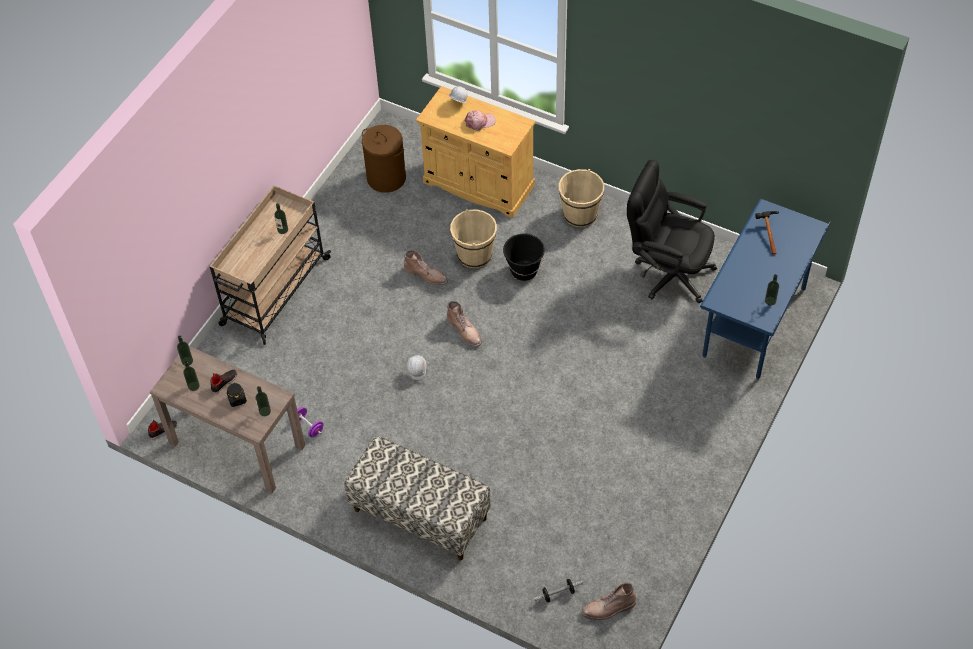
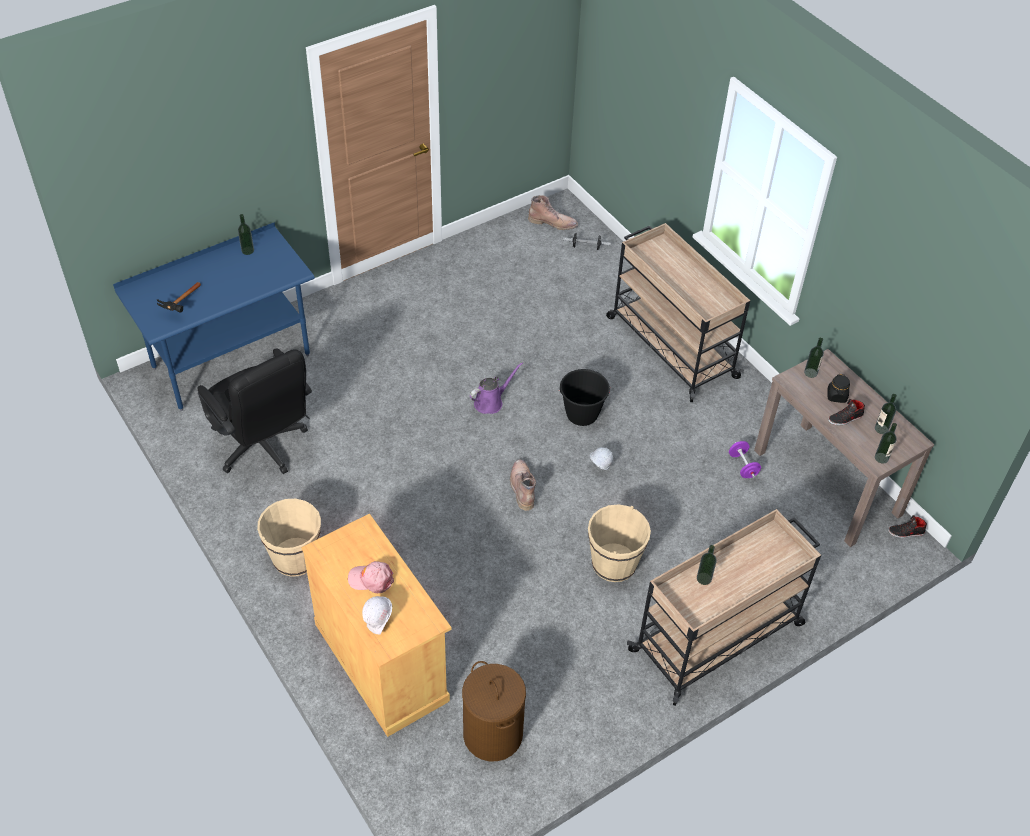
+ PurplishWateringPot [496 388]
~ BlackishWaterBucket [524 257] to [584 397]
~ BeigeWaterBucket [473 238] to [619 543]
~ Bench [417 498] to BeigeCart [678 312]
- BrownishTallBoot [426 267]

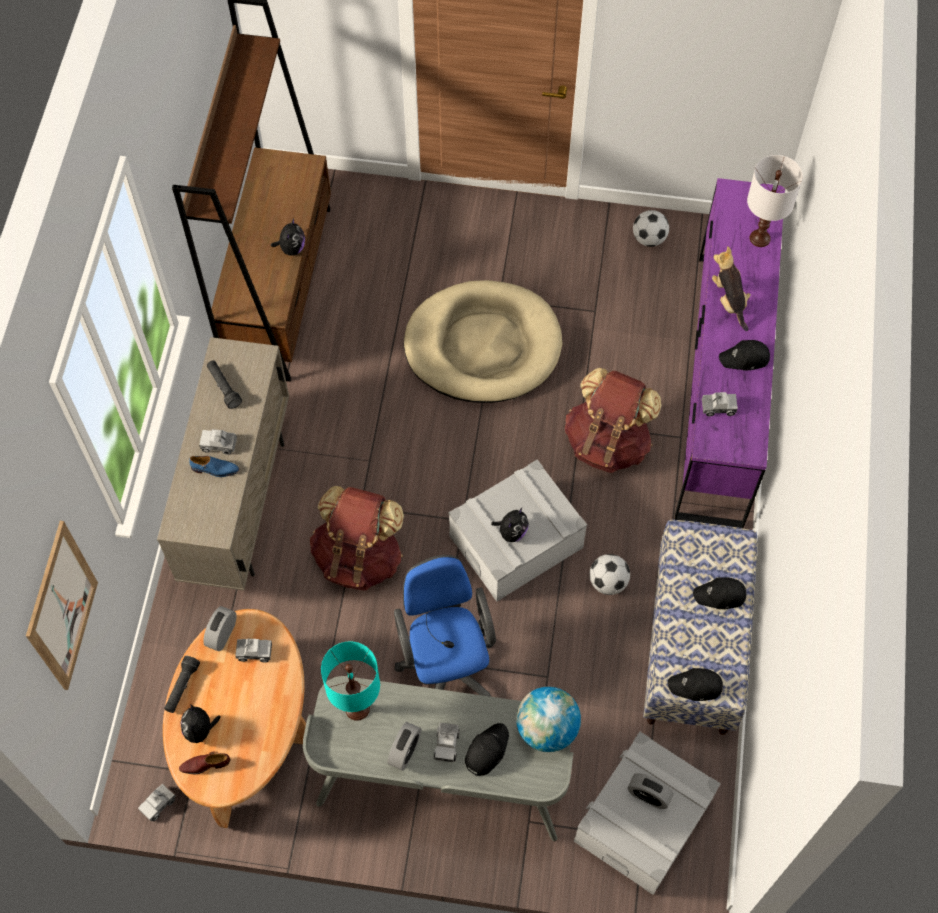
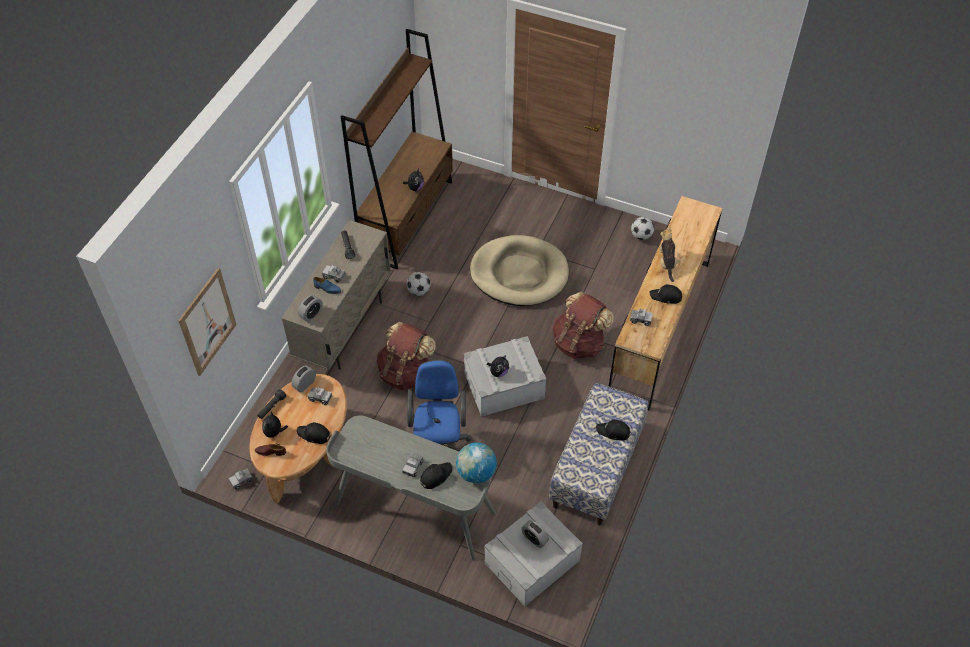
~ BlackishPeakedCap [695 684] to [314 433]
~ AlarmClock [404 746] to [310 308]
~ BallForFootball [609 574] to [419 284]
~ PurplishChestOfDrawers [730 353] to BrownishChestOfDrawers [666 303]
- TurquoiseColouredTabletopLamp [350 681]
- WhiteColouredTabletopLamp [775 201]

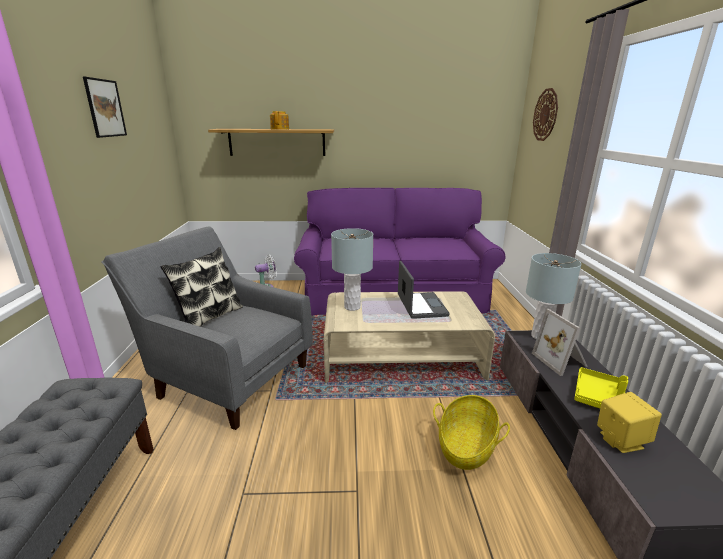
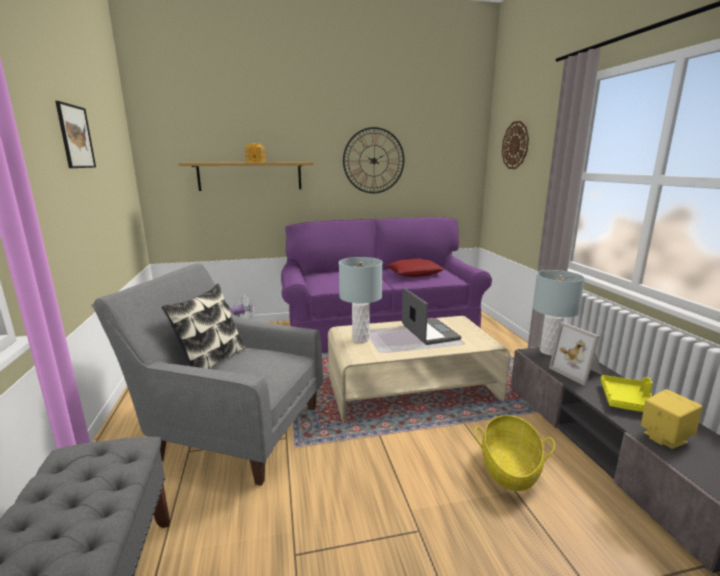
+ ClockOnTheWall [373 160]
+ RedColouredThrowPillow [415 267]

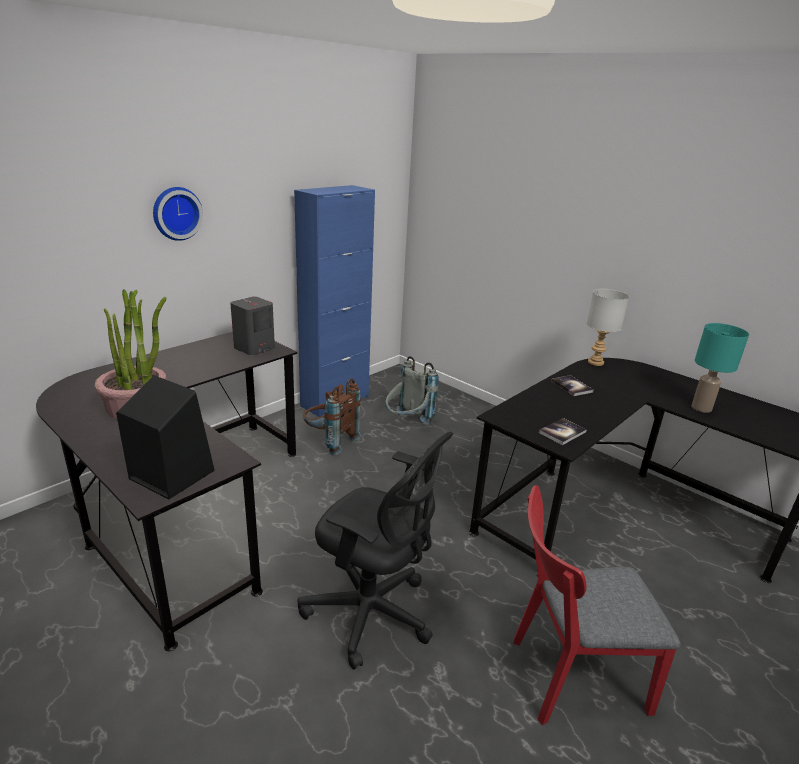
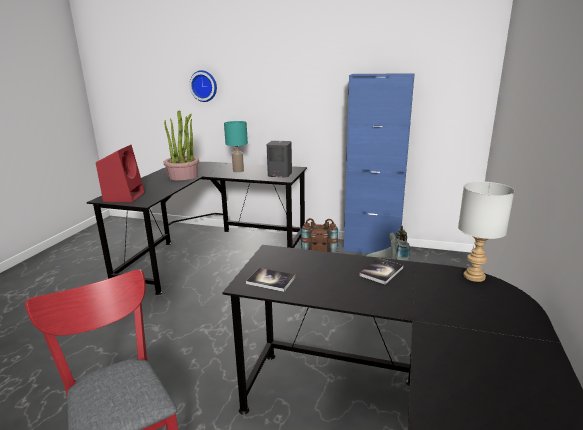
~ BlackishAudioSpeaker [165 437] to RedColouredAudioSpeaker [120 173]
~ ClockOnTheWall [178 214] to [203 86]
~ TurquoiseColouredTabletopLamp [720 368] to [236 147]
- BlackishOfficeChair [375 551]

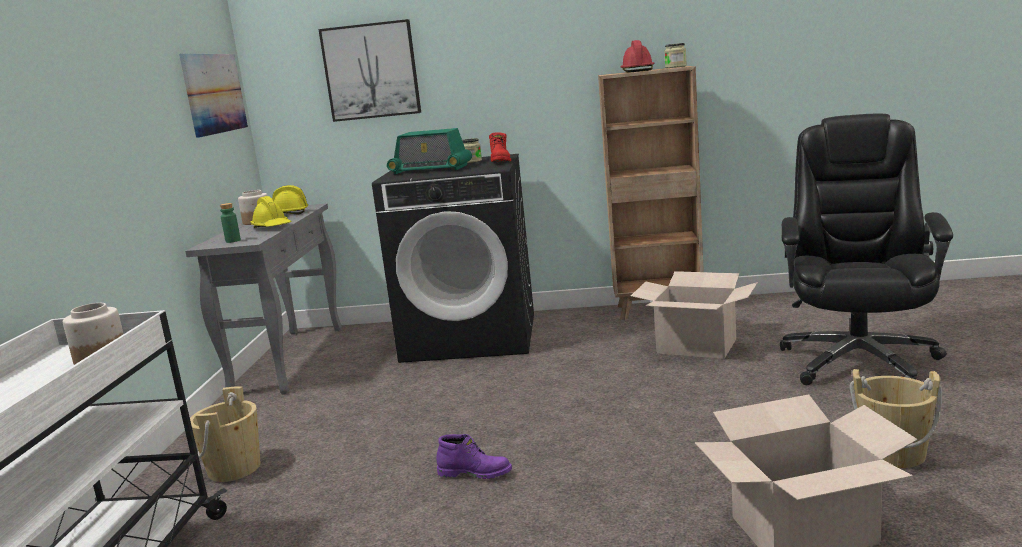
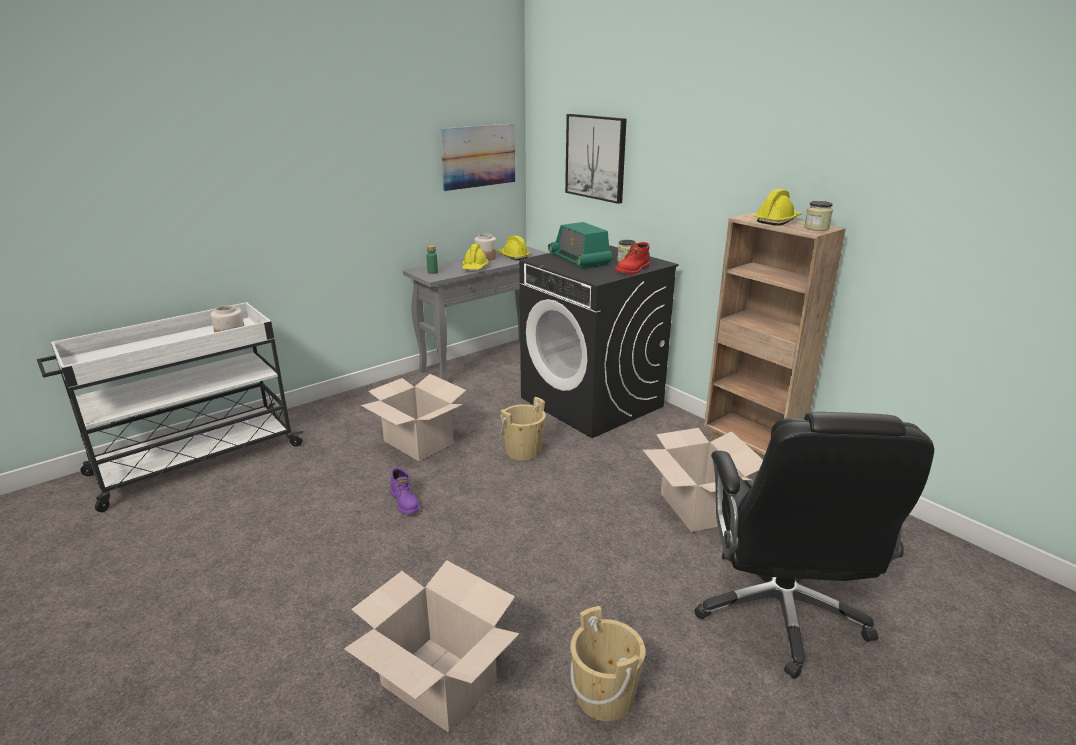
+ Carton [413 417]
~ BeigeWaterBucket [225 434] to [523 428]
~ BlackishOfficeChair [866 249] = [814 545] 120 degrees clockwise
~ RedColouredHardHat [637 56] to YellowishHardHat [778 207]

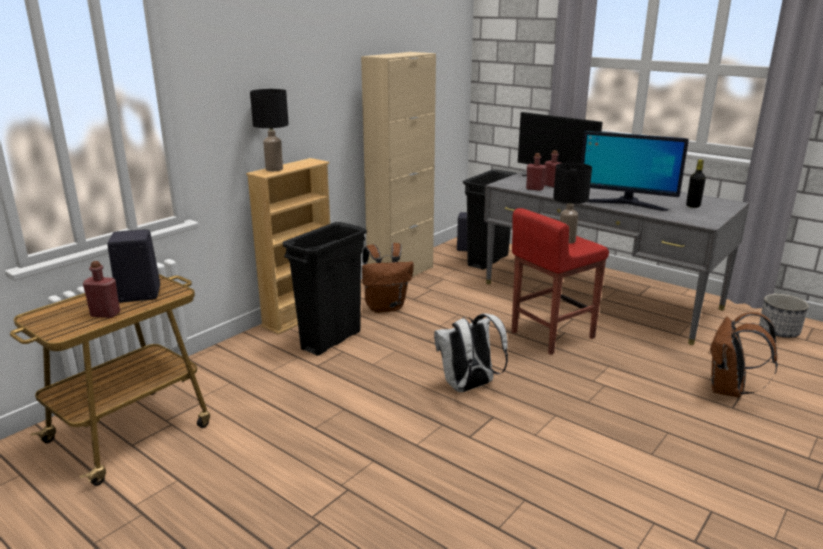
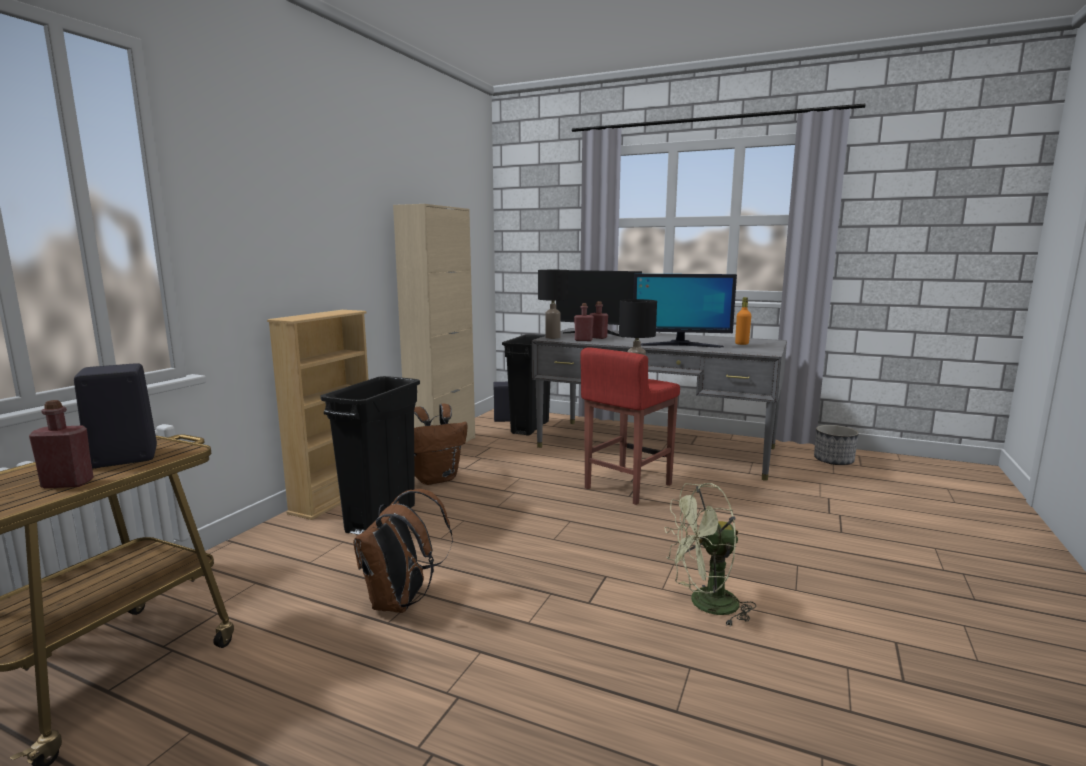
~ BrownishRucksack [743 355] to [403 551]
~ BlackishTabletopLamp [269 130] to [553 304]
+ GreenishCoolingFan [710 554]
~ BlackishBeverageBottle [696 183] to OrangeyBeverageBottle [743 321]
- WhiteColouredRucksack [471 352]

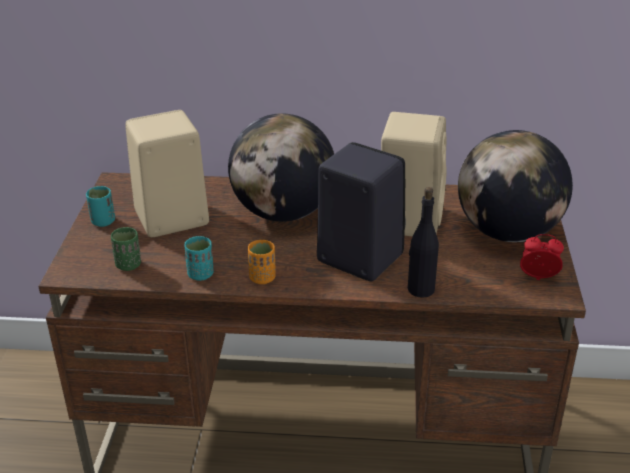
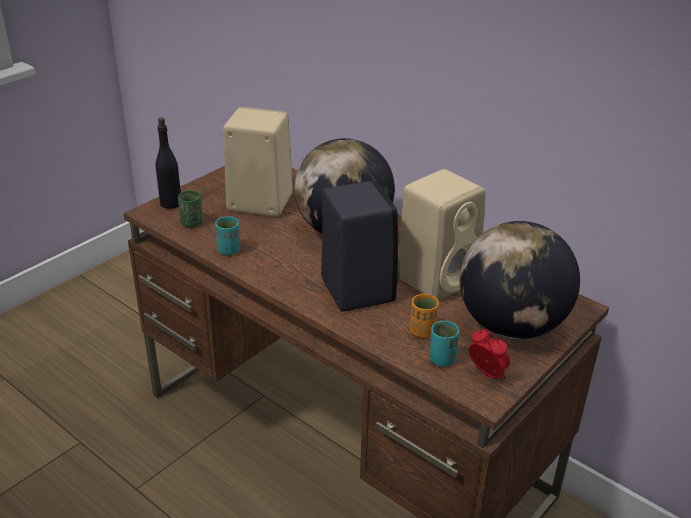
~ BlackishBeverageBottle [423 242] to [168 163]
~ OrangeyCup [262 262] to [424 316]
~ TurquoiseColouredCup [100 206] to [444 344]

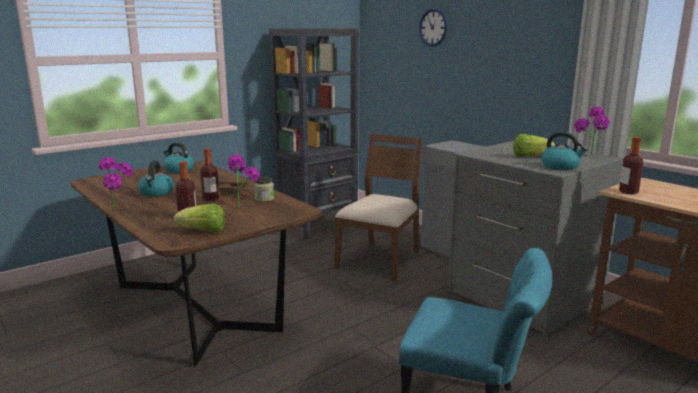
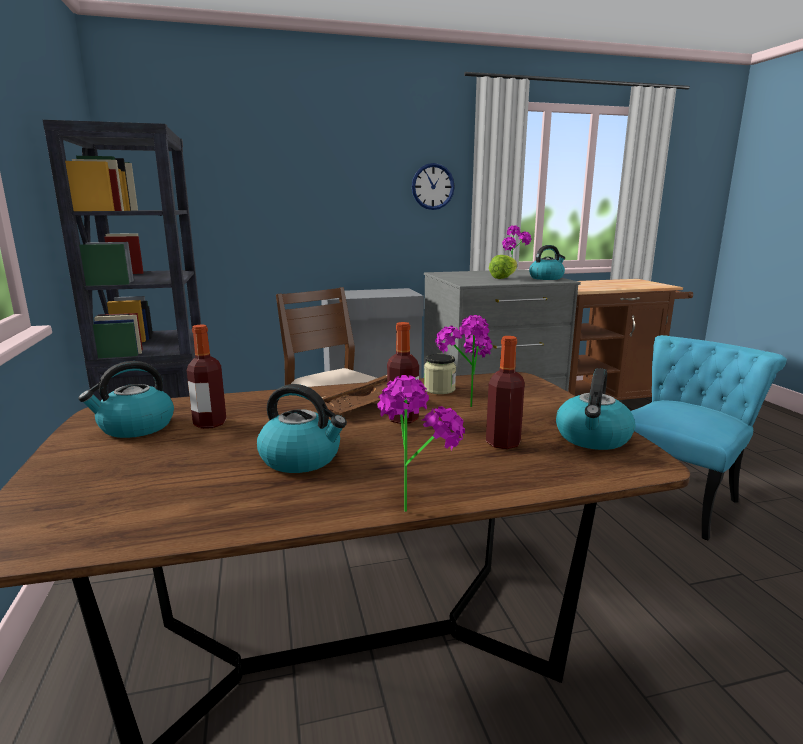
~ BeverageBottle [631 165] to [206 377]
~ ClockOnTheWall [433 27] to [433 186]
~ LettuceHead [199 217] to WaterKettle [595 409]

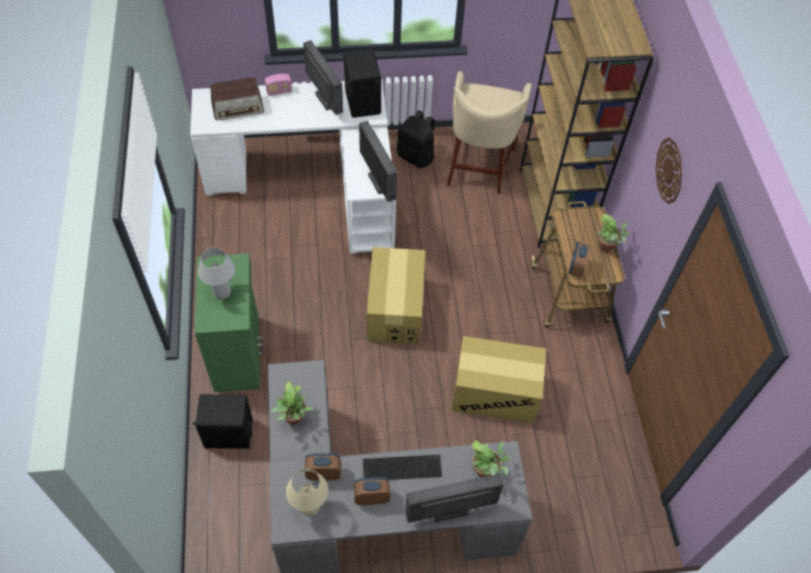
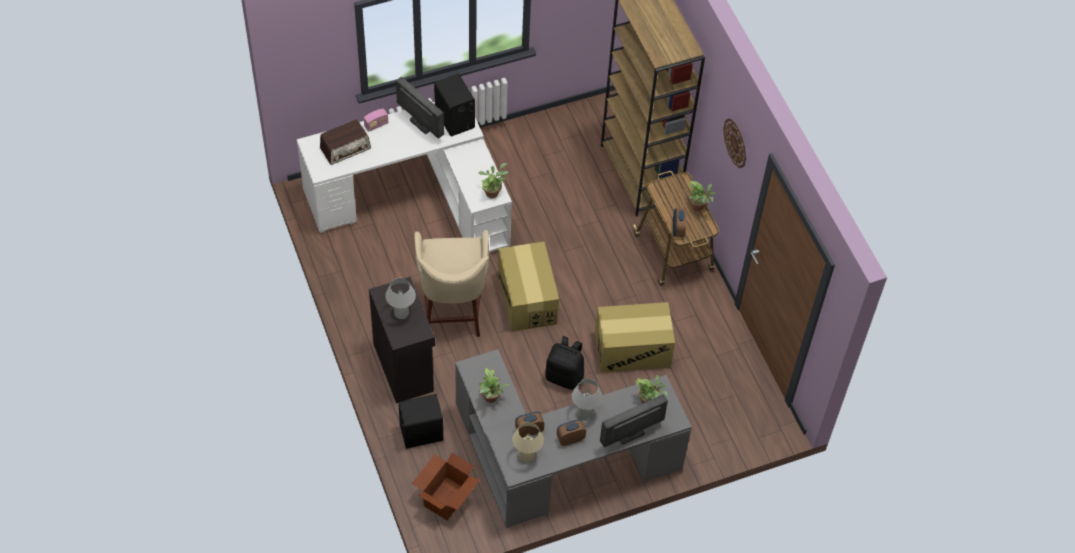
~ GreenishCupboard [229 322] to BlackishCupboard [402 340]
+ Carton [446 486]
~ BeigeStoolSeat [489 132] to [452 283]
~ ComputerDisplay [378 161] to Houseplant [493 181]
~ BlackishRucksack [416 139] to [564 363]
~ ComputerKeyboard [402 467] to WhiteColouredTabletopLamp [587 399]

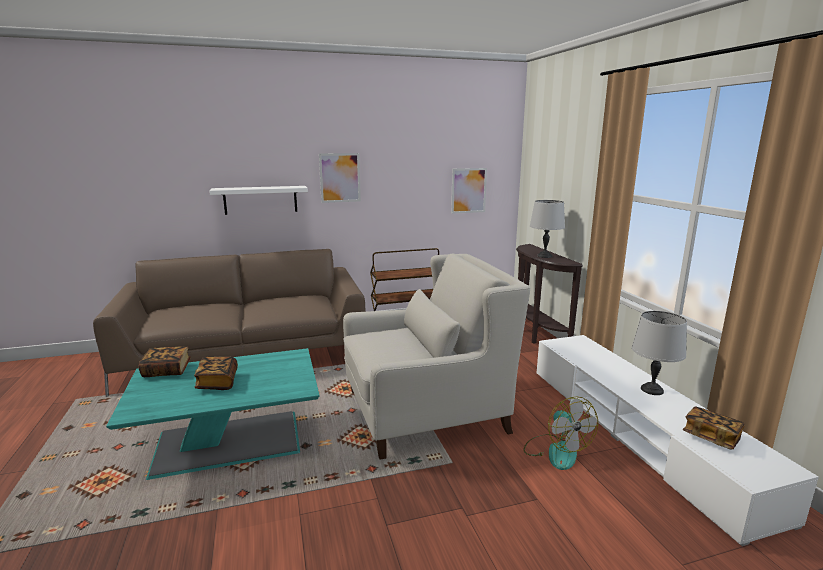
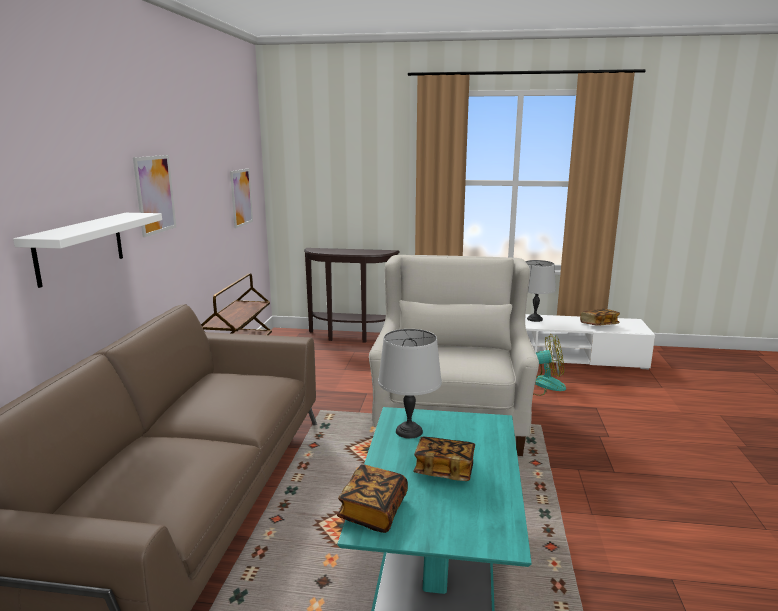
~ GrayTabletopLamp [547 229] to [410 384]

